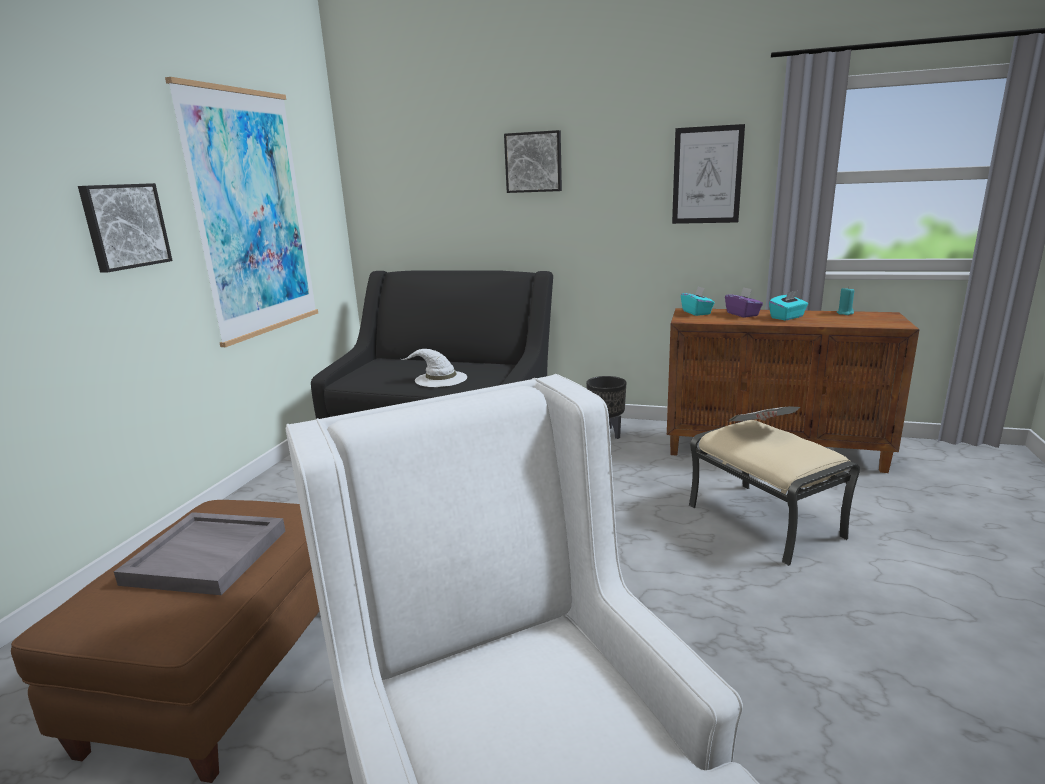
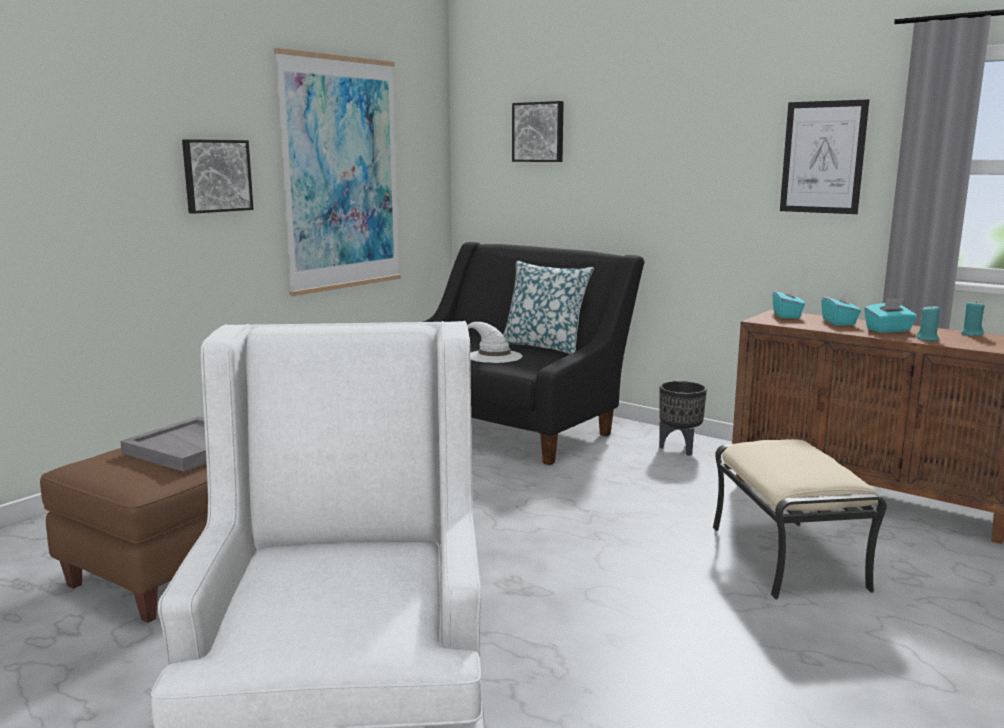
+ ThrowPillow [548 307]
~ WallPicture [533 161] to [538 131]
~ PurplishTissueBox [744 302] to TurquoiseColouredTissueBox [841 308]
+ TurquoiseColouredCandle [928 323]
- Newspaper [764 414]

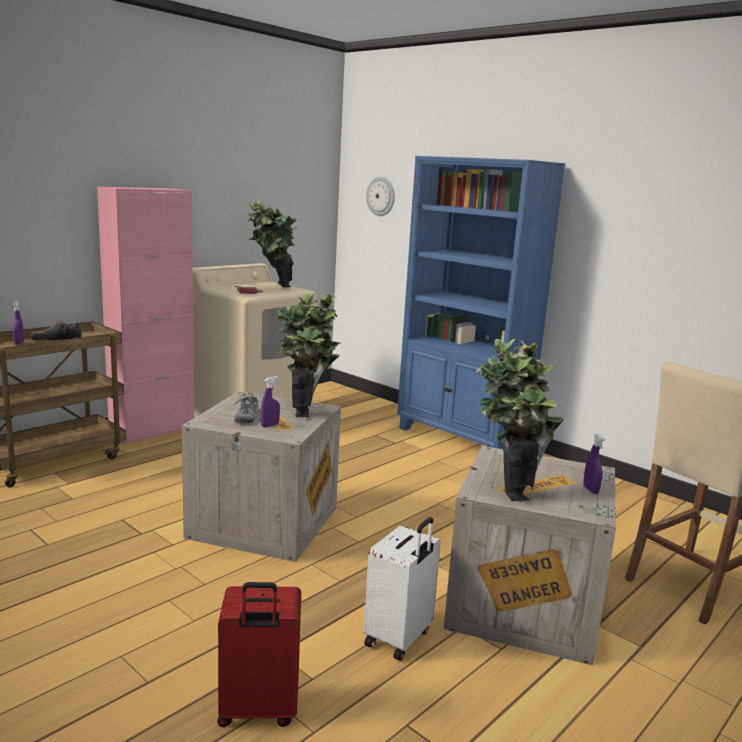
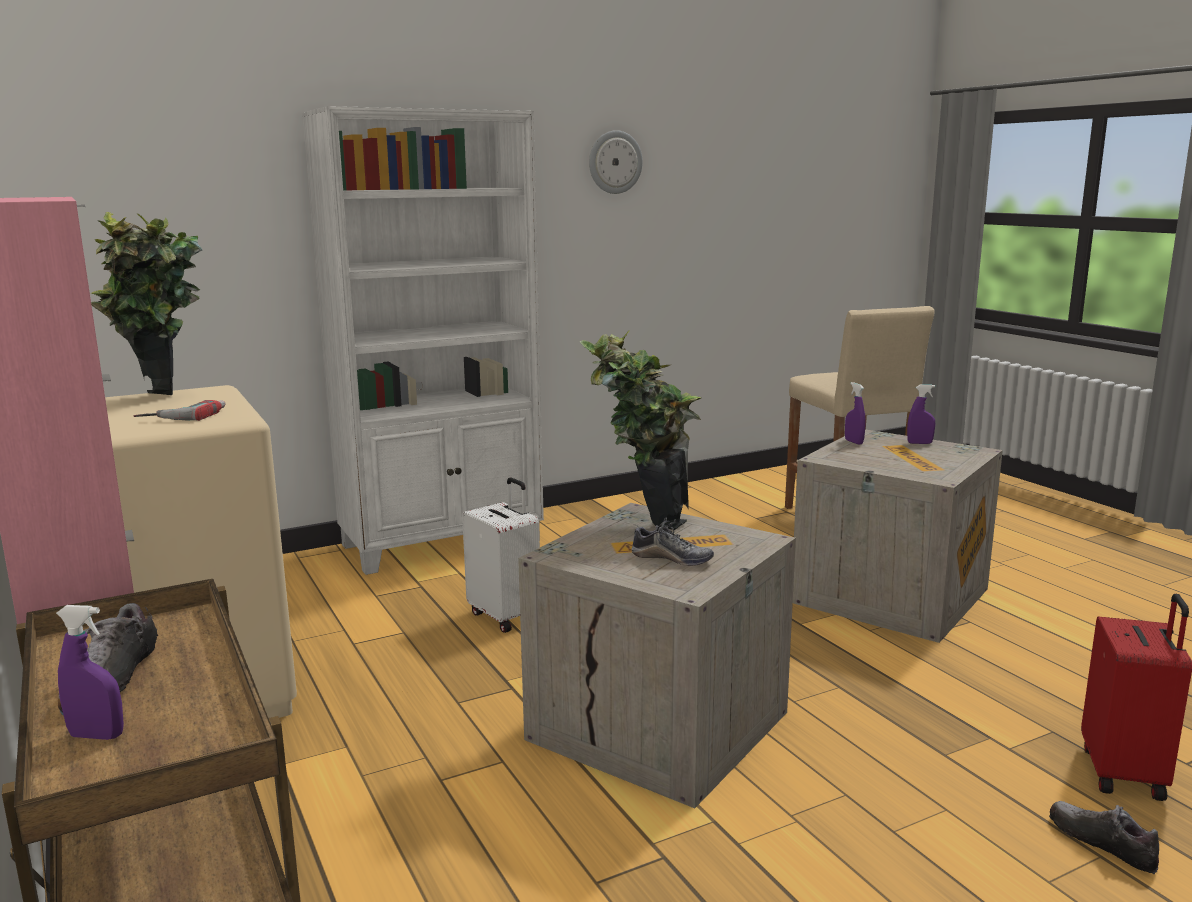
~ BluishBookshelf [481 302] to WhiteColouredBookshelf [423 340]
~ WhiteColouredPieceOfLuggage [402 589] to [501 555]
~ ClockOnTheWall [380 196] to [616 162]
~ PurplishSprayBottle [270 402] to [855 413]
+ ItemOfFootwear [1104 837]
- Houseplant [520 420]

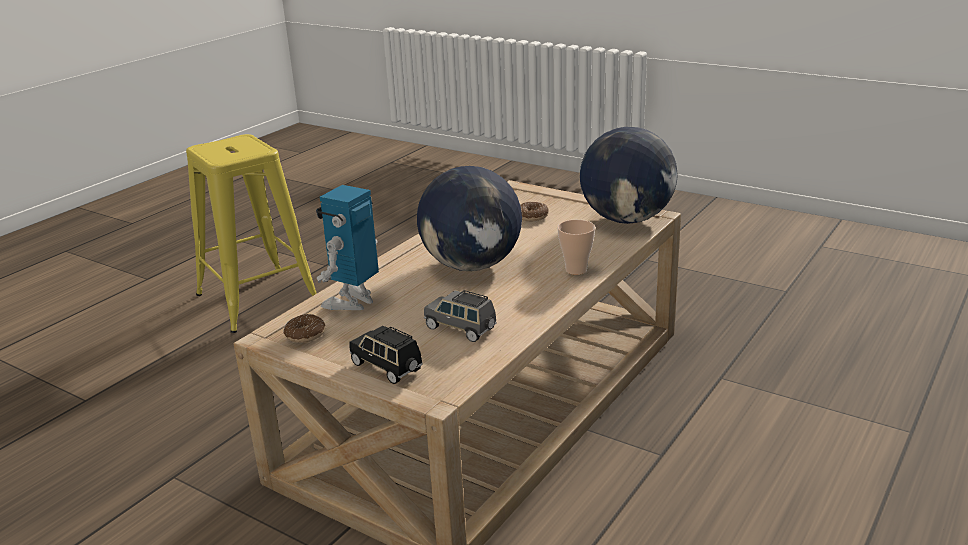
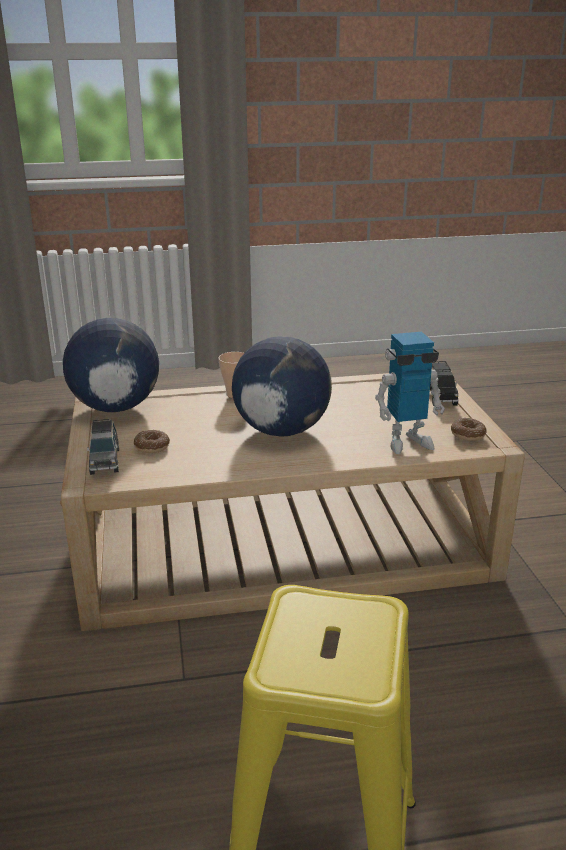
~ GrayModelCar [460 316] to [103 447]

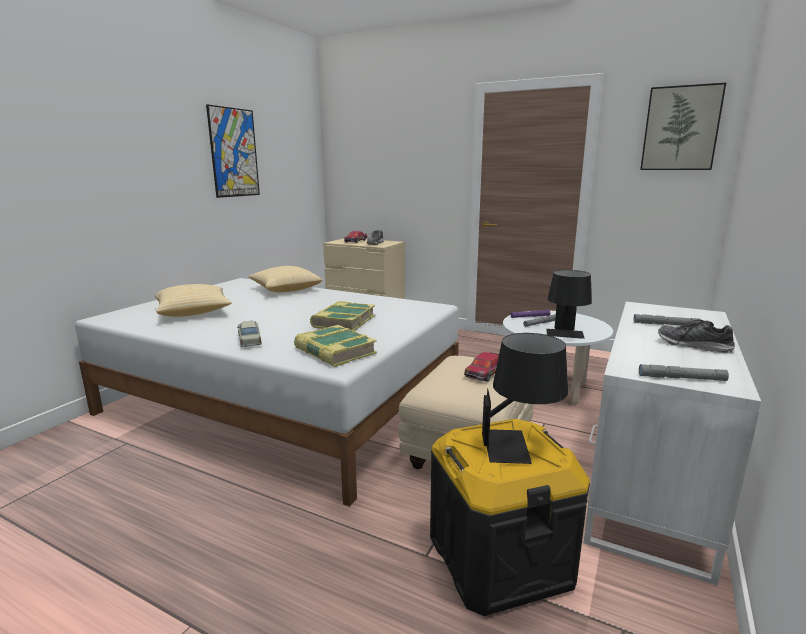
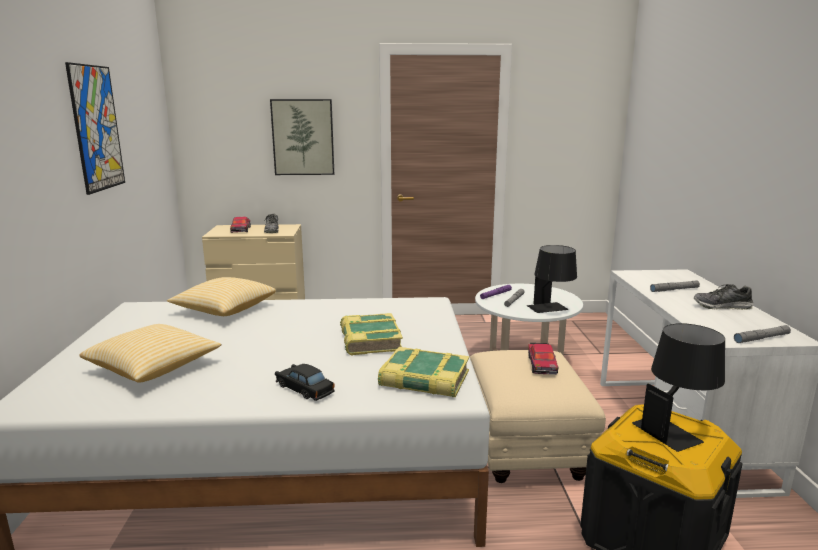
~ WallPicture [683 126] to [302 137]
~ BeigeModelCar [249 334] to BlackishModelCar [305 382]

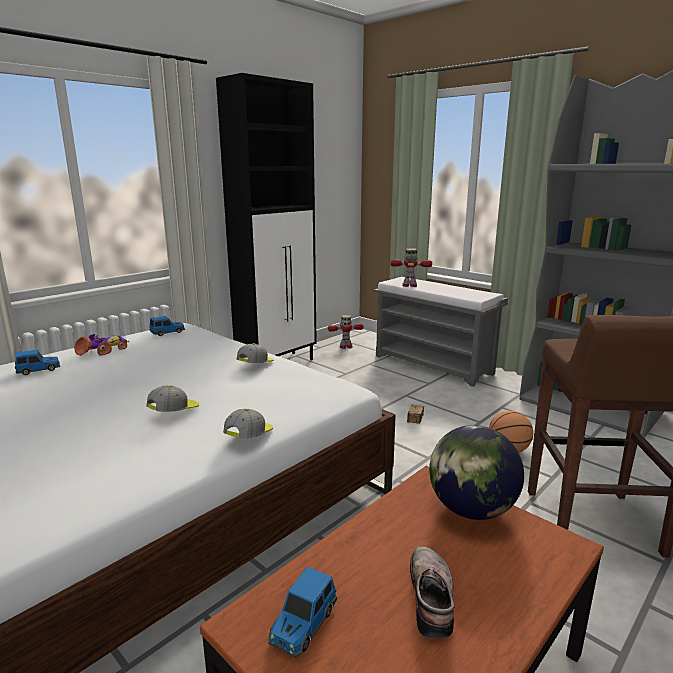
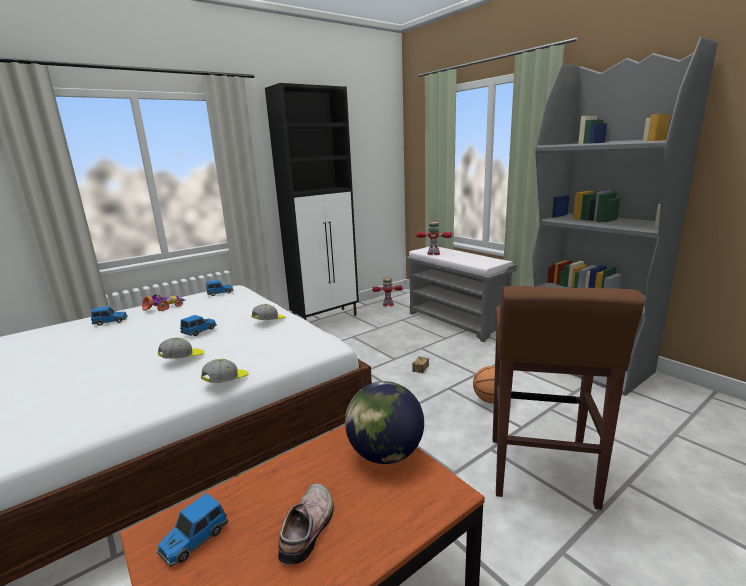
+ ModelCar [198 325]

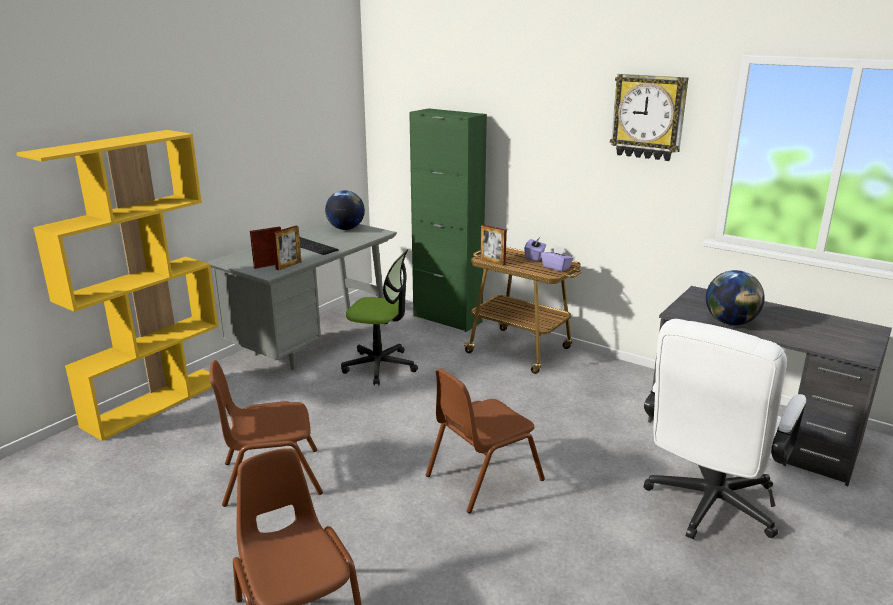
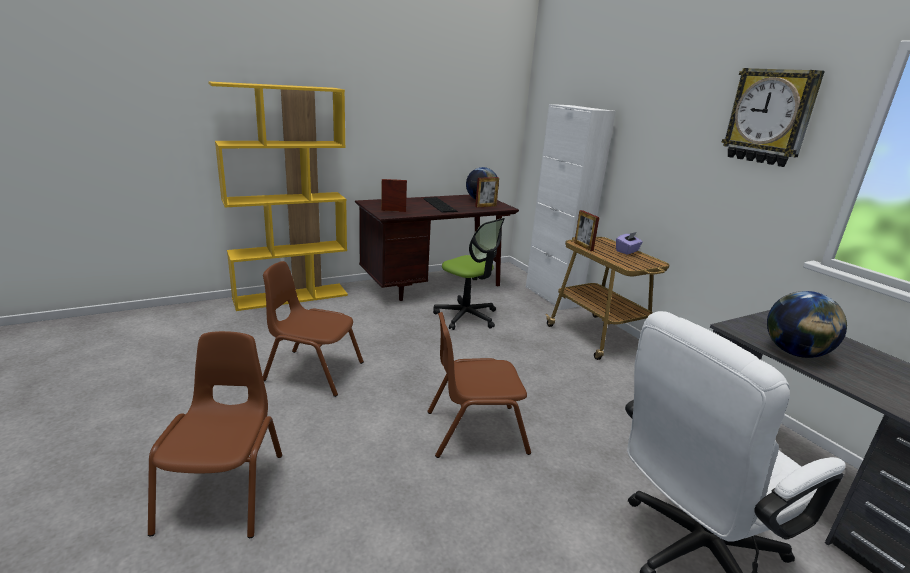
~ GrayDesk [301 296] to BrownishDesk [437 248]
~ StandingFrame [286 248] to [487 192]
~ GreenishCupboard [448 220] to WhiteColouredCupboard [571 207]
- PurplishTissueBox [557 258]

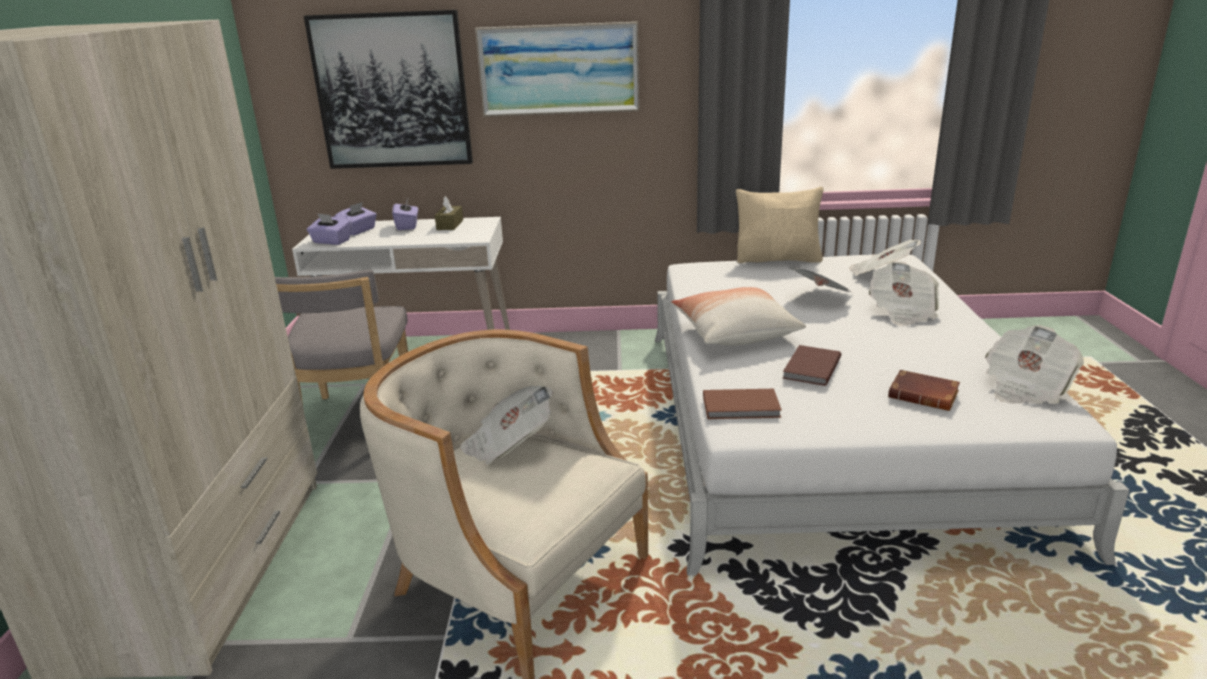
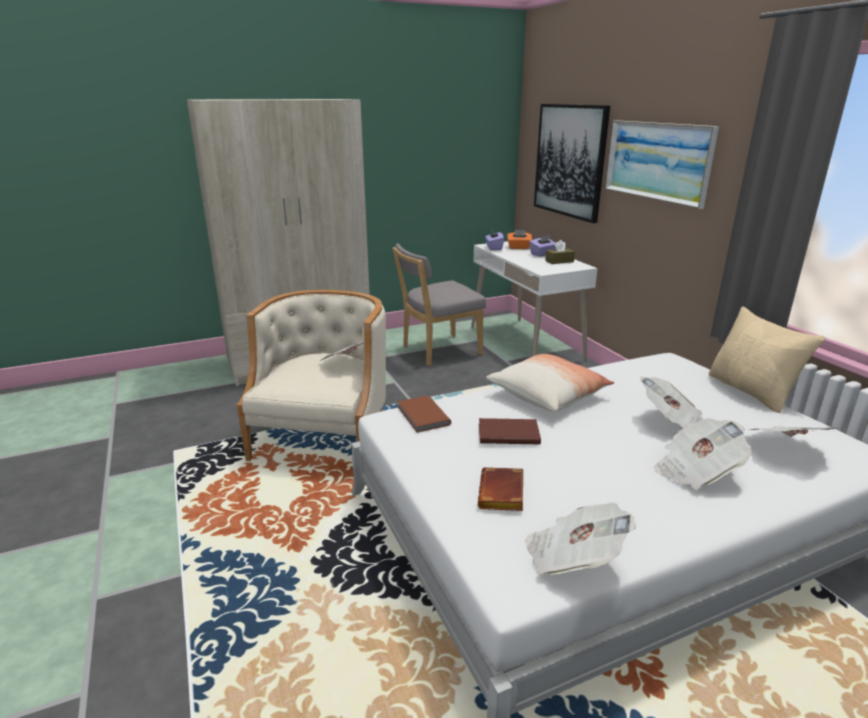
~ PurplishTissueBox [355 218] to OrangeyTissueBox [519 240]

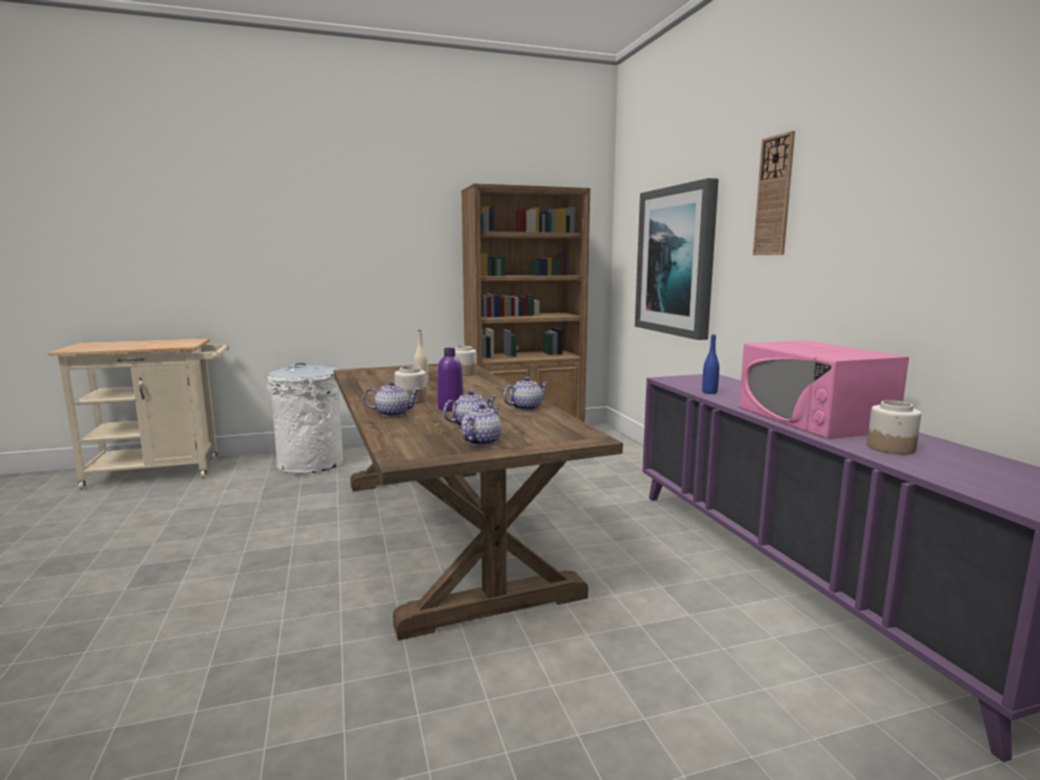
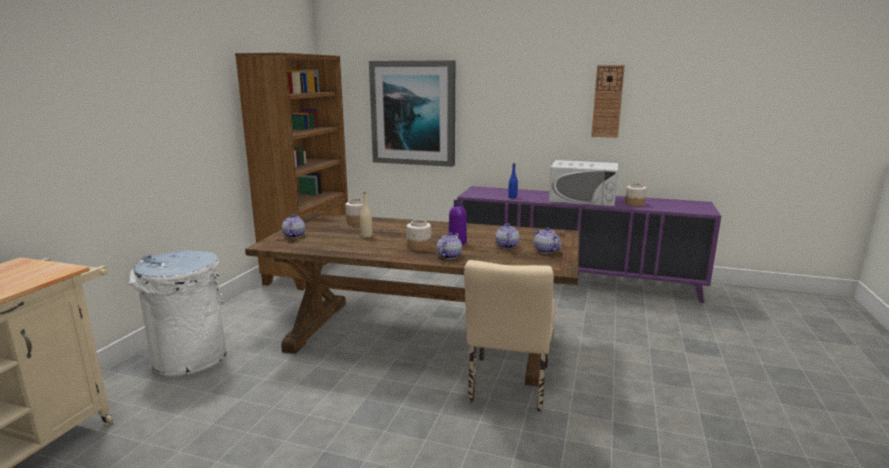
~ PotForTea [525 394] to [293 226]
+ BeigeUprightChair [510 336]
~ PinkColouredMicrowave [824 389] to WhiteColouredMicrowave [583 183]
~ ClockOnTheWall [774 193] to [608 101]

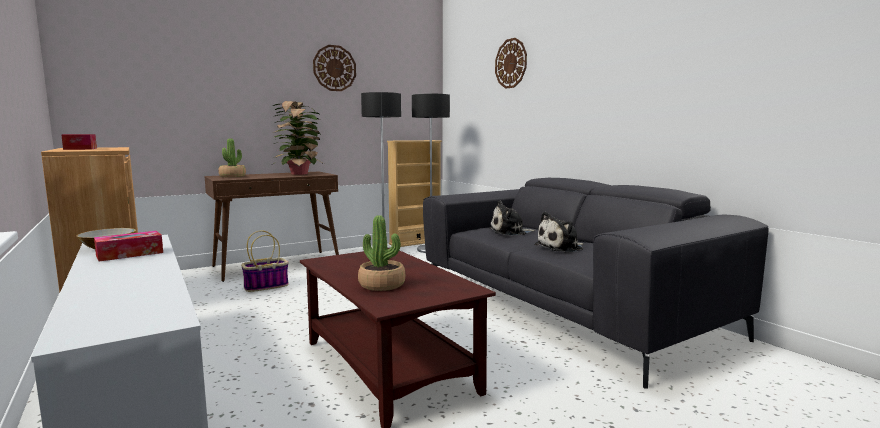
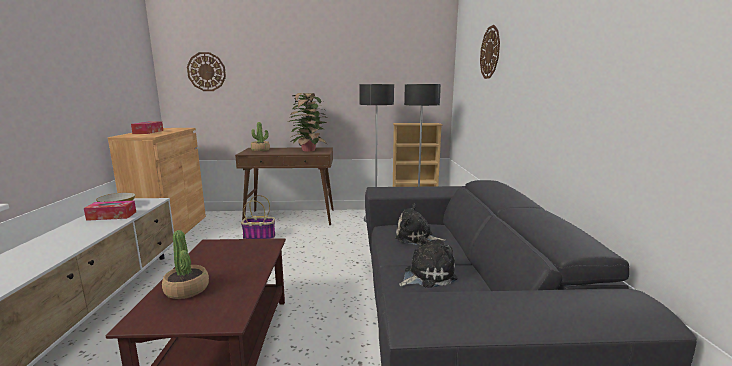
~ ClockOnTheWall [334 68] to [206 71]
~ PlushToy [559 232] = [428 262] 150 degrees clockwise

